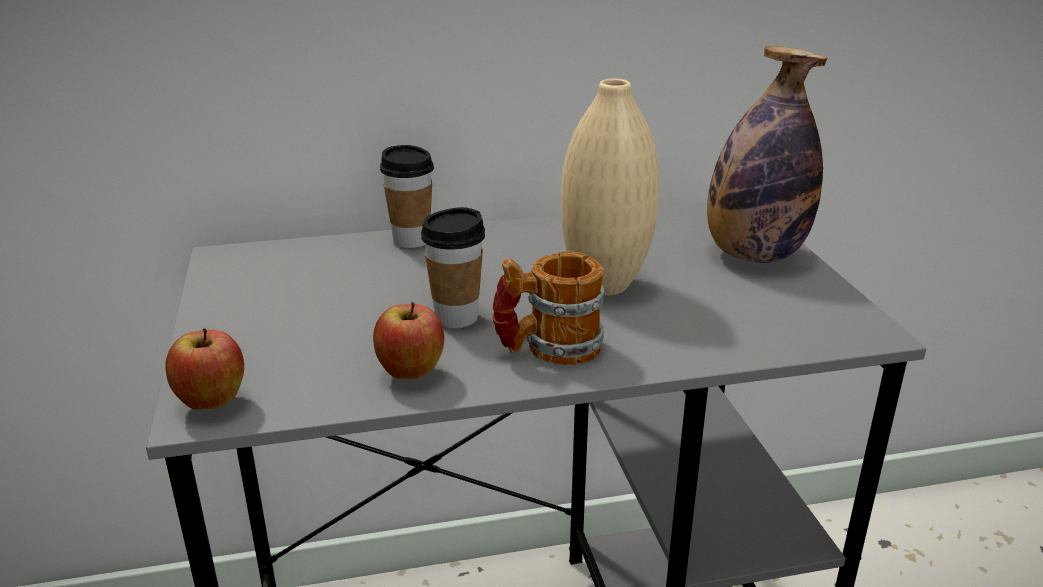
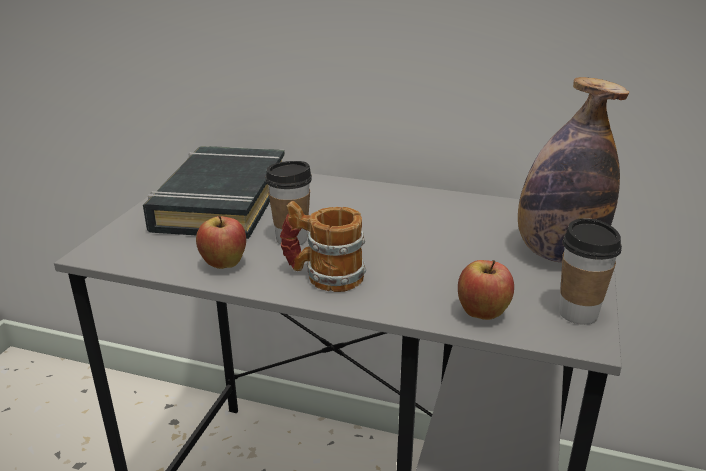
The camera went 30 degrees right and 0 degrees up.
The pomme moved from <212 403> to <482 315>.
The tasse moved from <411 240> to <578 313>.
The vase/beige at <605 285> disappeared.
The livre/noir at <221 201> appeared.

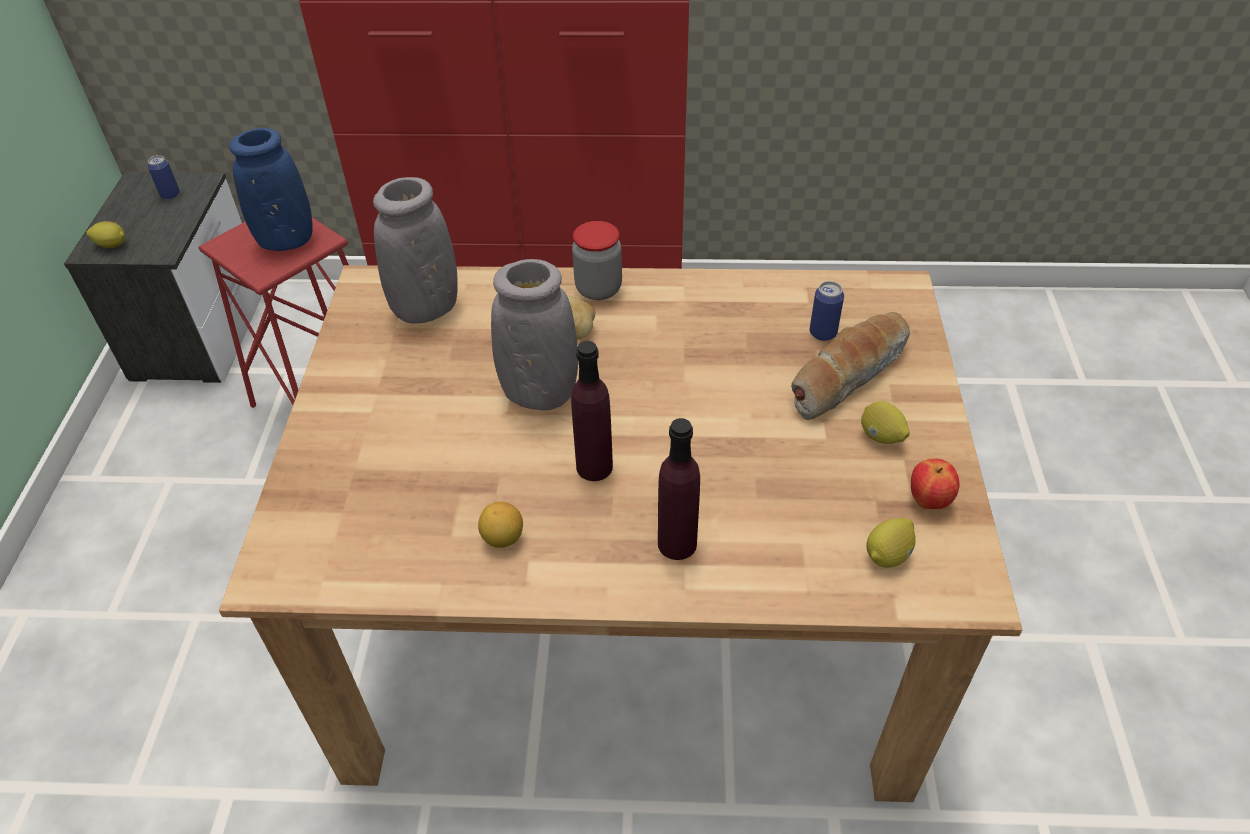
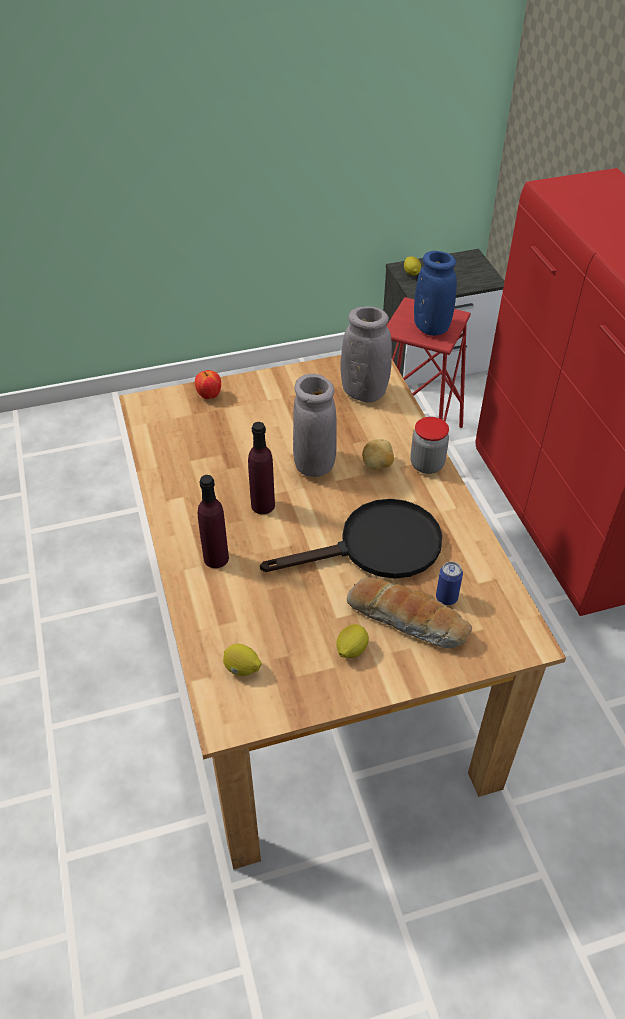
The camera went 70 degrees right and 0 degrees up.
The boîte métallique at <170 194> disappeared.
The citron at <503 538> disappeared.
The pomme moved from <928 501> to <209 396>.
The poêle/noir at <376 547> appeared.

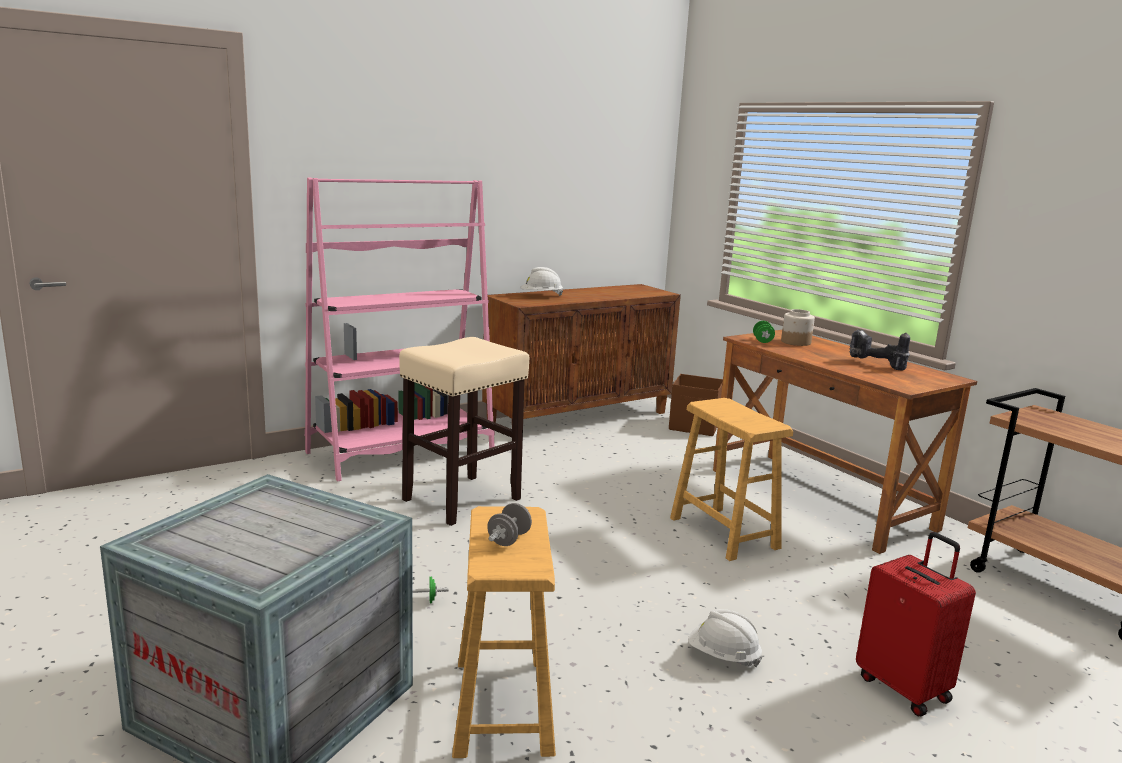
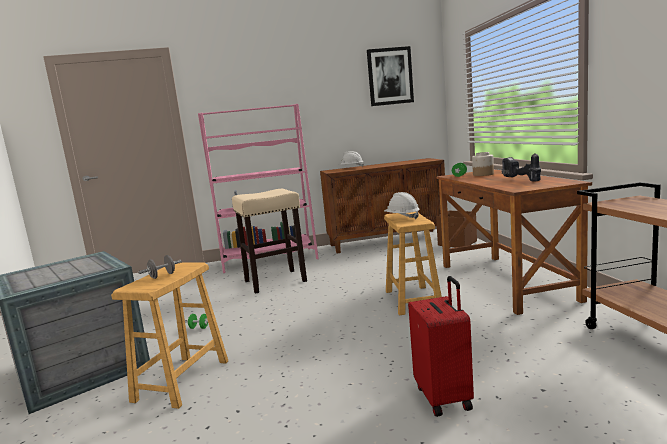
The camera went 25 degrees right and 5 degrees down.
The casque de chantier/blanc moved from <723 656> to <402 217>.
The tableau at <390 76> appeared.

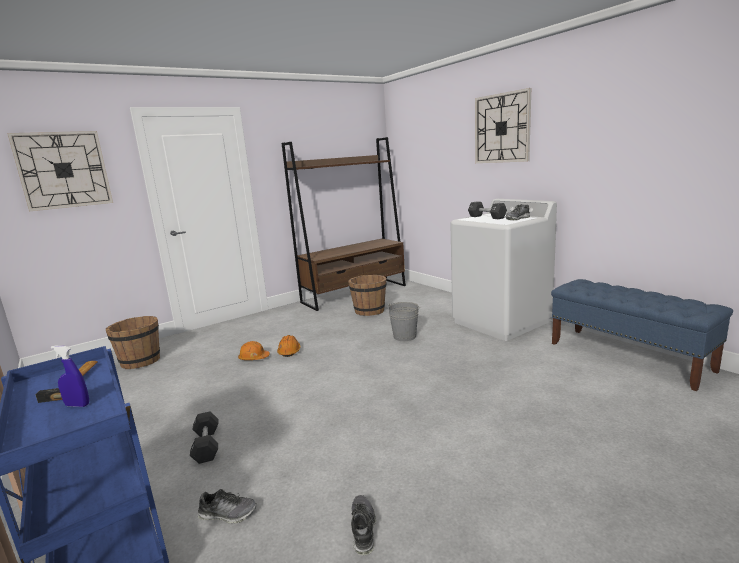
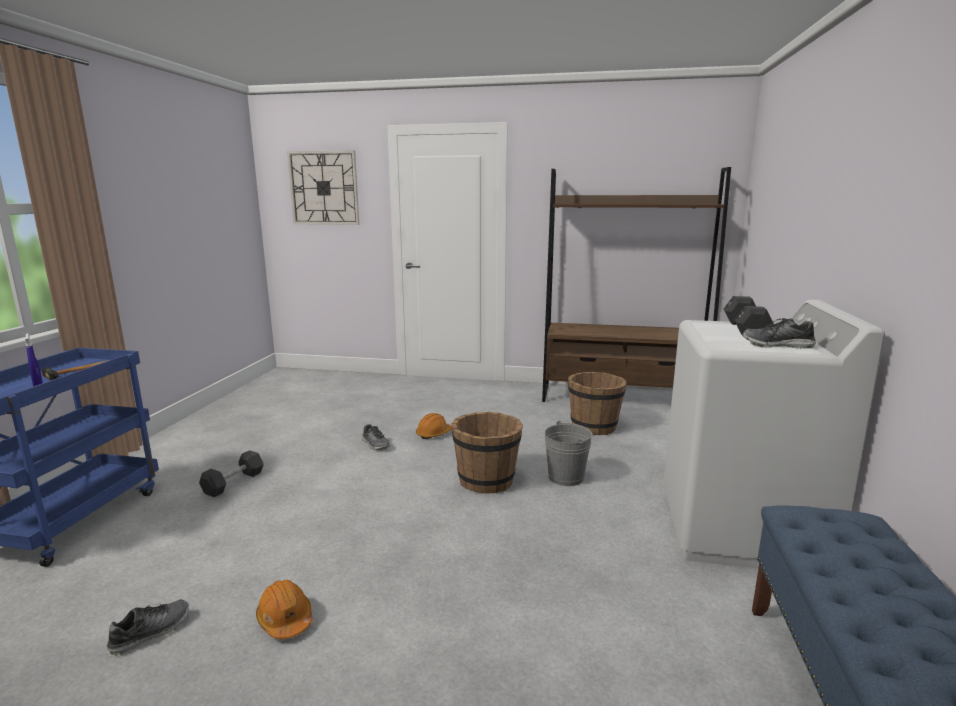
The camera went 45 degrees right and 0 degrees up.
The seau/marron moved from <140 361> to <486 480>.
The chaussure moved from <228 514> to <375 444>.
The casque de chantier/orange moved from <254 358> to <285 619>.
The horloge murale at <502 128> disappeared.

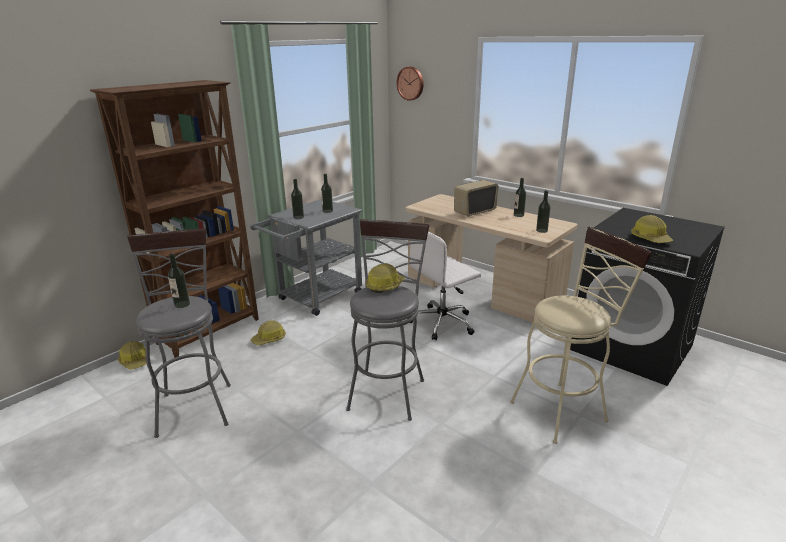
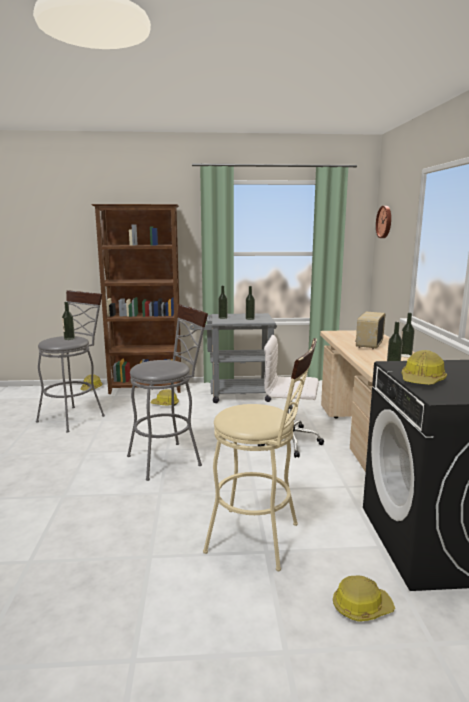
The camera went 45 degrees right and 10 degrees down.
The casque de chantier moved from <385 285> to <361 607>.
The radio at <474 212> turned 75 degrees counterclockwise.

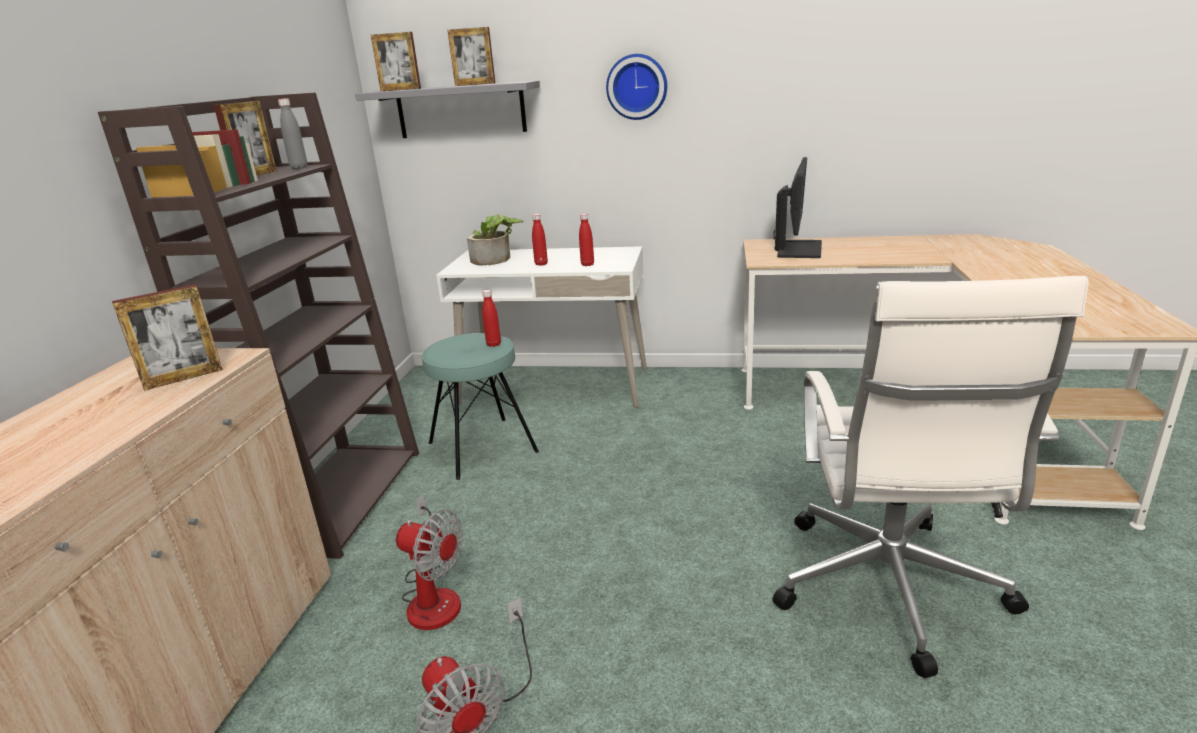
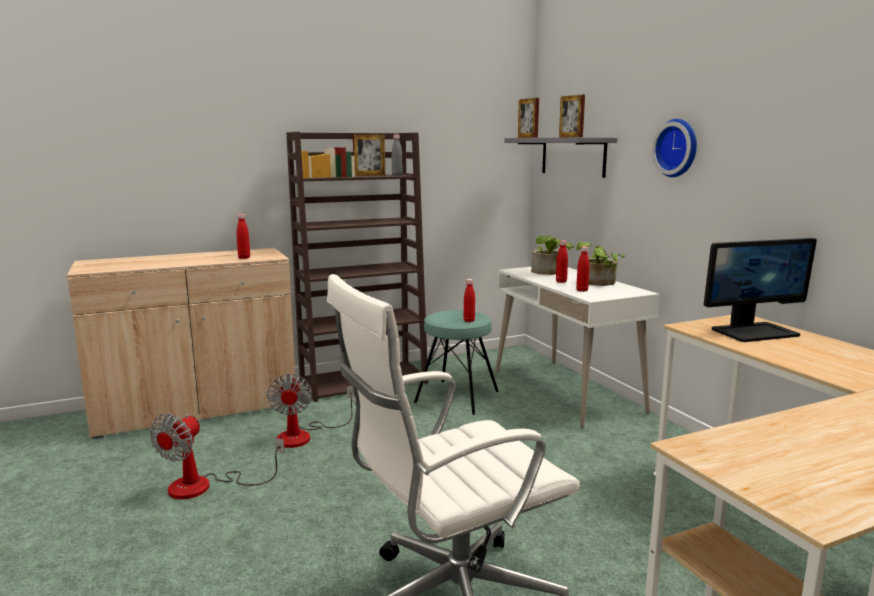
The camera went 55 degrees right and 10 degrees down.
The cadre photo at <183 378> was replaced by the bouteille/rouge at <244 258>.
The plante en pot at <597 283> appeared.

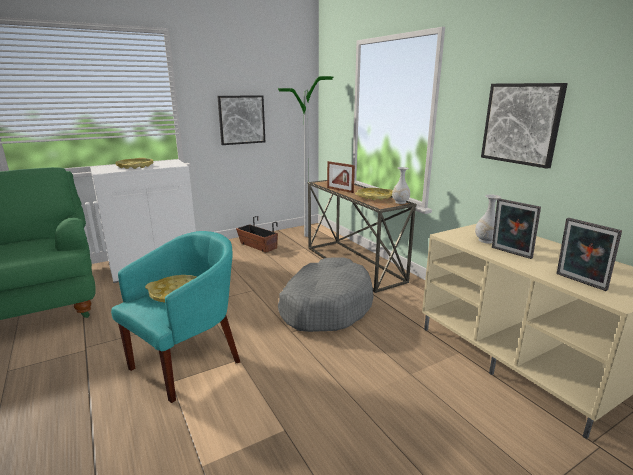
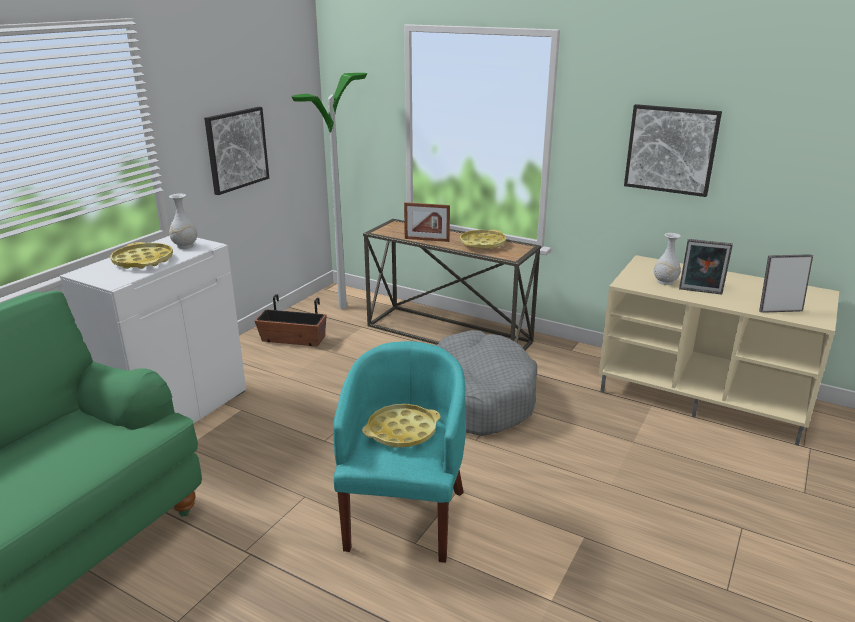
The camera went 30 degrees left and 5 degrees up.
The vase/blanc moved from <400 202> to <185 246>.
The cadre photo at <579 282> turned 150 degrees clockwise.

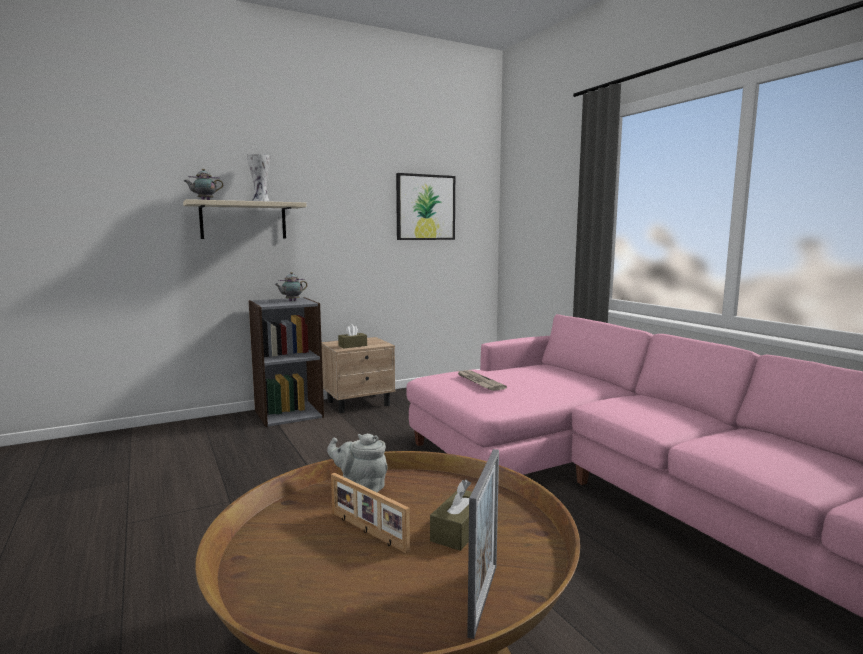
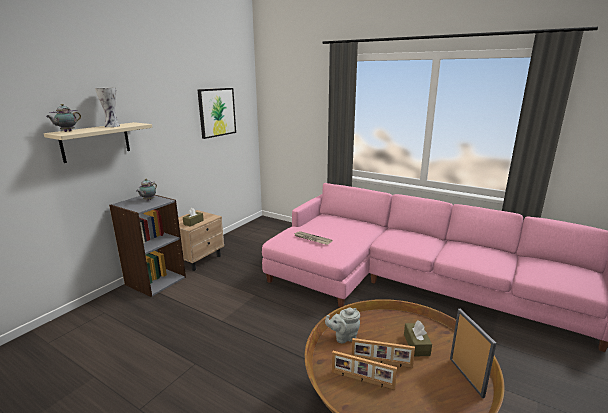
The camera went 30 degrees left and 10 degrees up.
The cadre photo at <362 380> appeared.

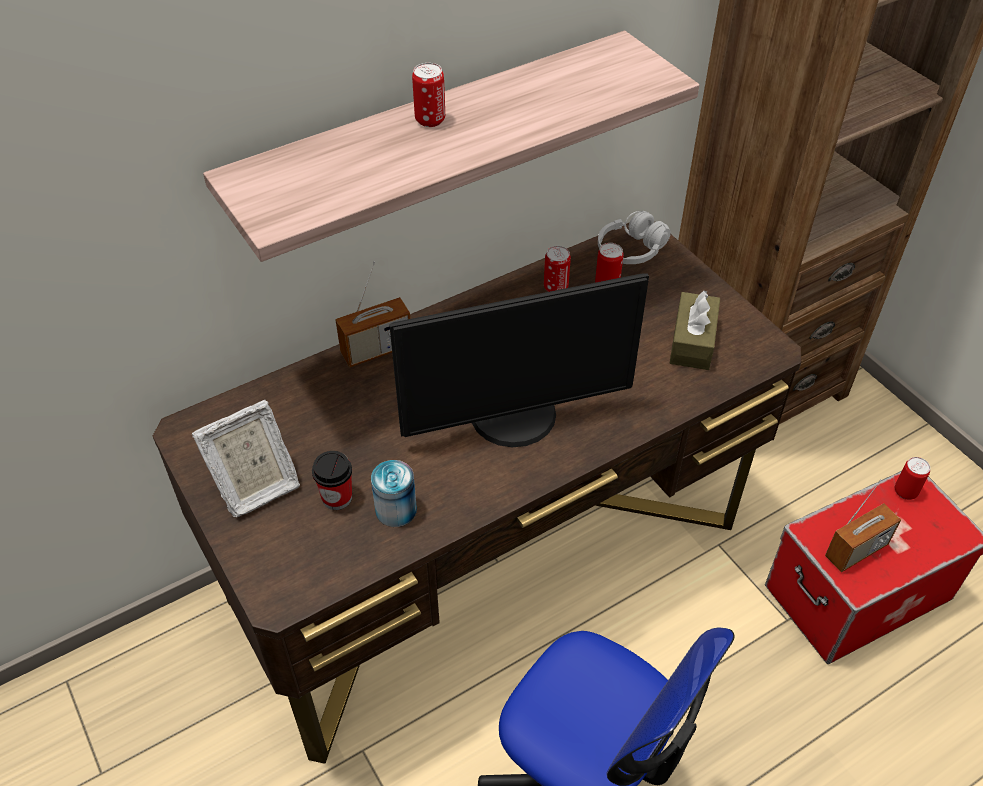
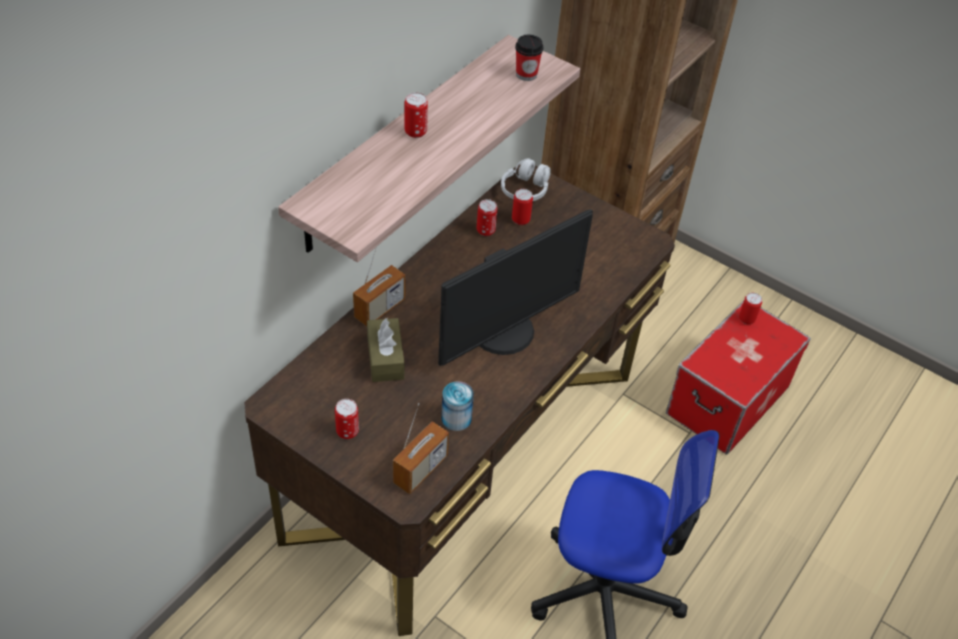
The camera went 25 degrees left and 0 degrees up.
The cadre photo at <255 488> was replaced by the boîte métallique at <347 431>.
The tasse moved from <337 498> to <526 74>.
The boîte à mouchoirs/marron moved from <692 341> to <385 358>.
The radio moved from <856 551> to <420 470>.

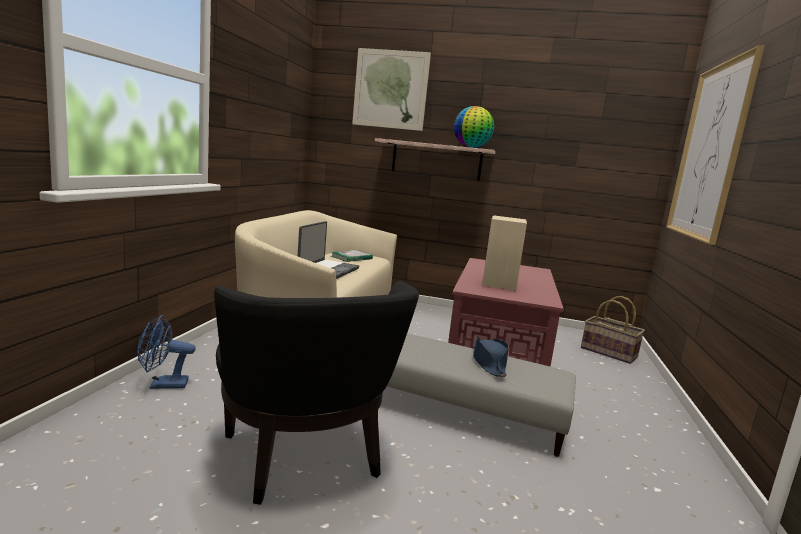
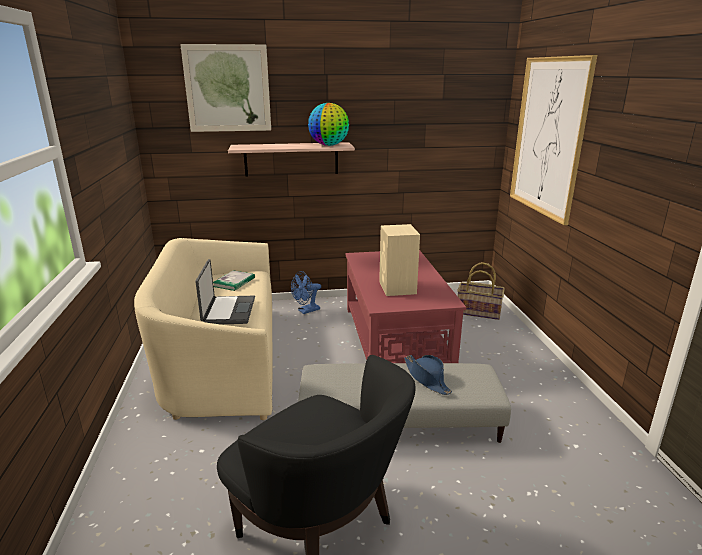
The camera went 20 degrees left and 10 degrees up.
The ventilateur/bleu moved from <162 385> to <306 311>.

